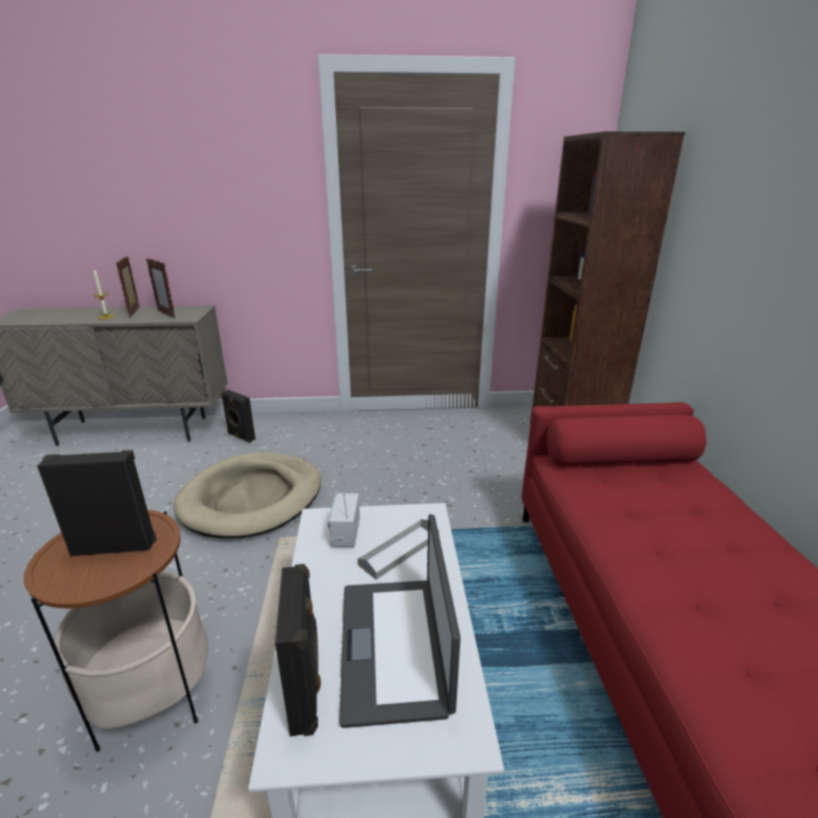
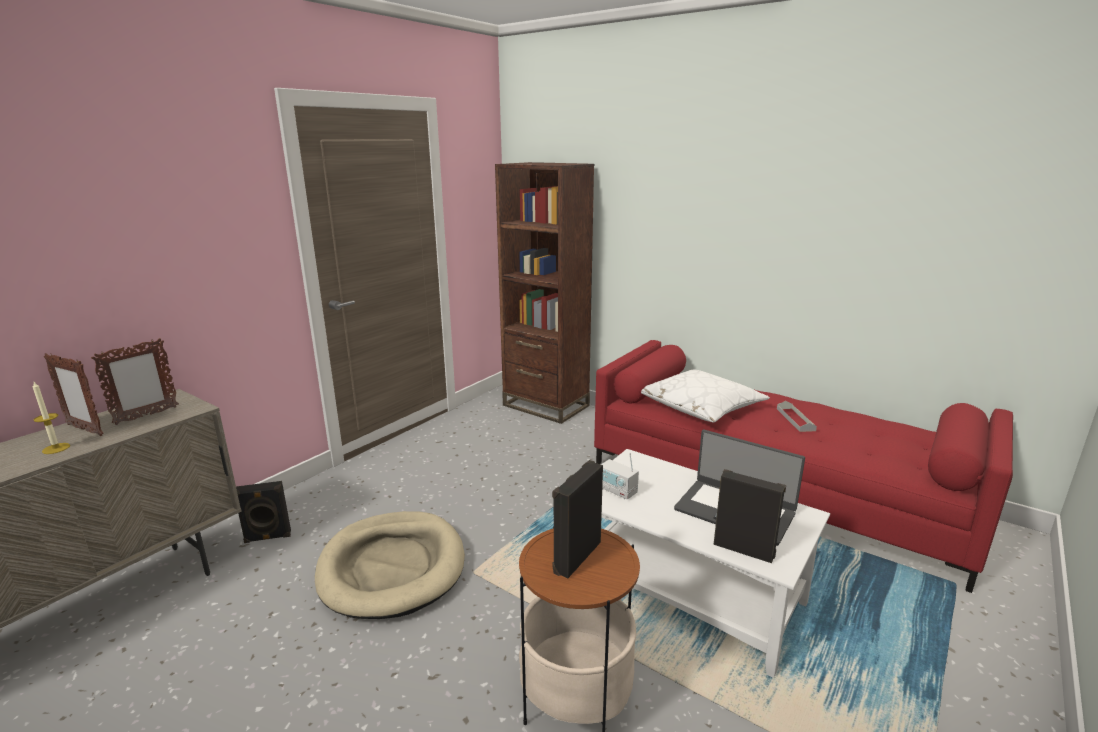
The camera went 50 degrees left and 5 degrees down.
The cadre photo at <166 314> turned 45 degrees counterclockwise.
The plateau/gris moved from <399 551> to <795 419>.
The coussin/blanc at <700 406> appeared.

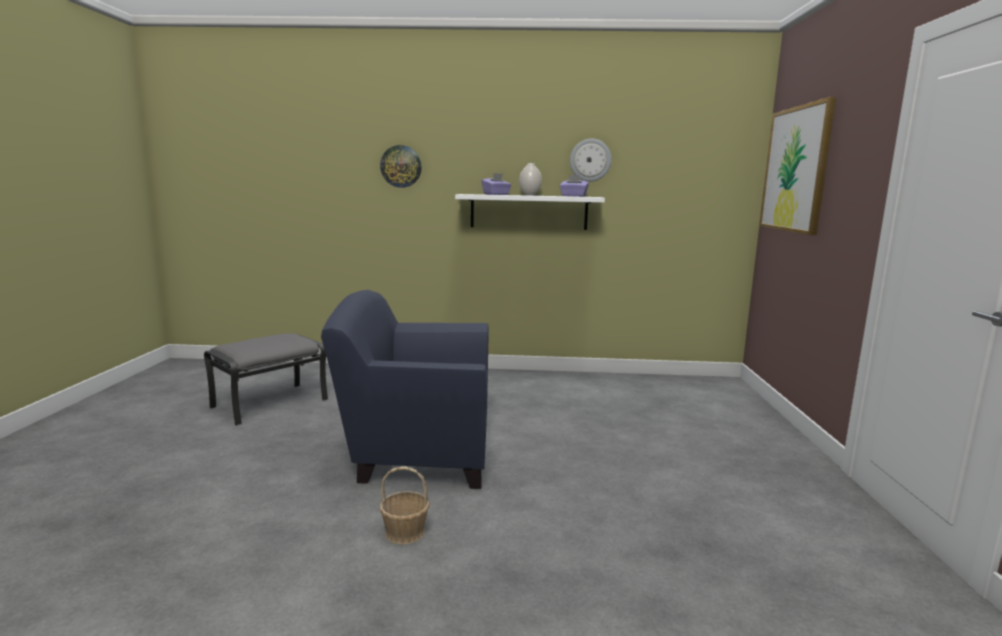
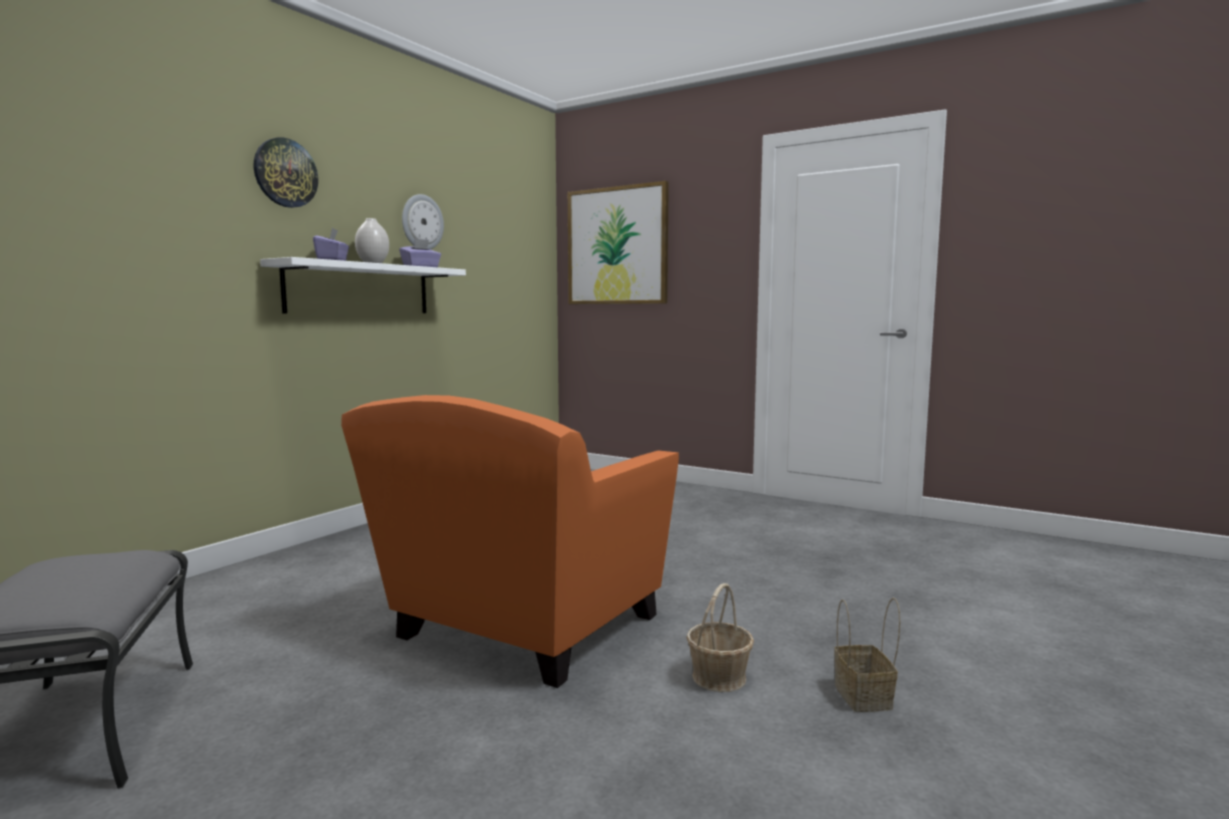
The camera went 60 degrees left and 5 degrees down.
The fauteuil/bleu at <417 452> became the fauteuil/orange at <518 630>.
The horloge murale moved from <401 166> to <285 173>.
The panier at <865 697> appeared.

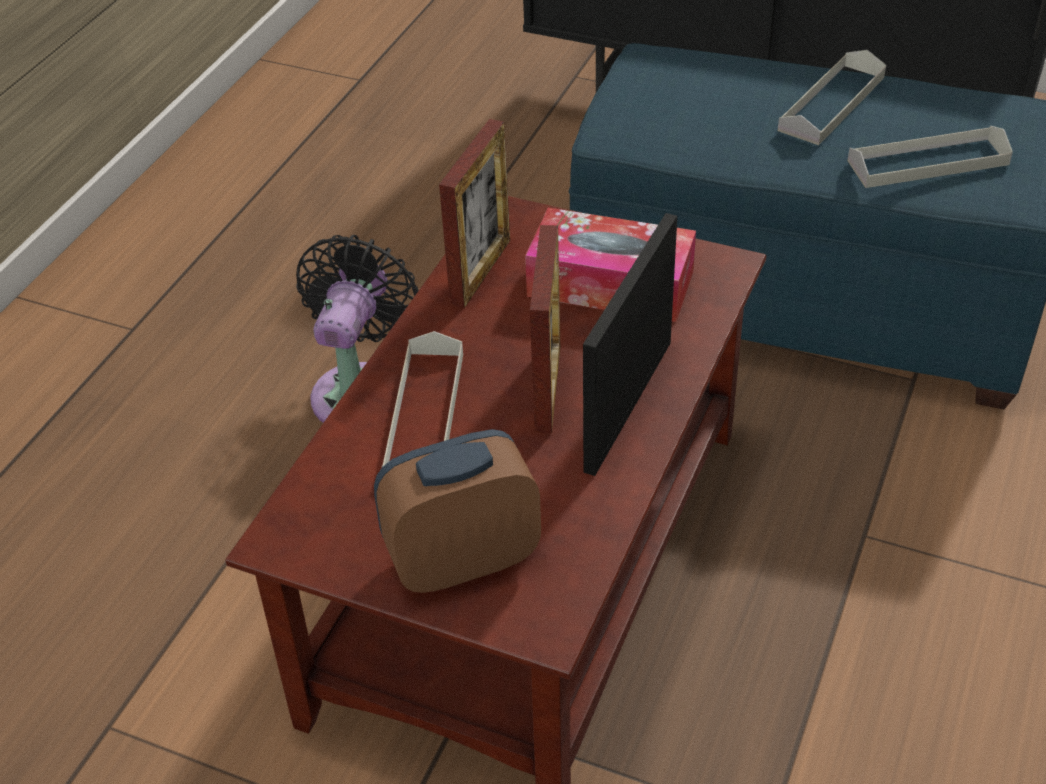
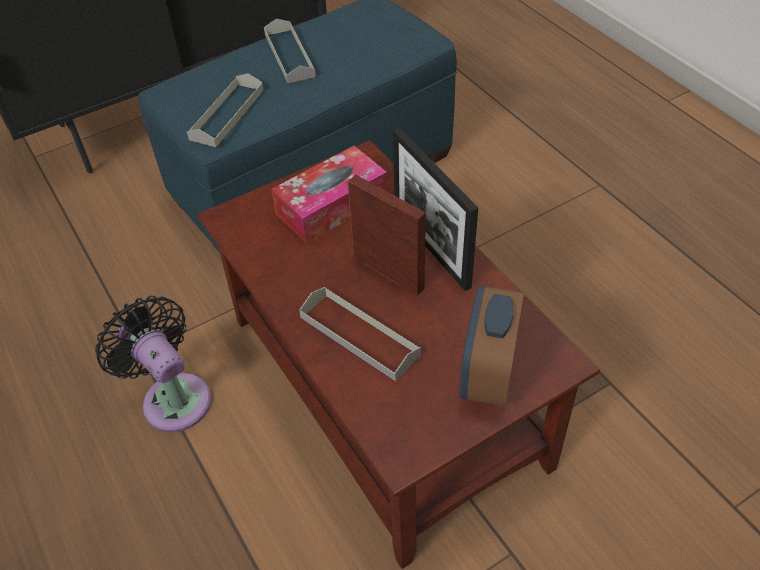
The camera went 55 degrees left and 5 degrees up.
The cadre photo at <480 271> disappeared.
The plateau/gris moved from <928 163> to <227 114>.

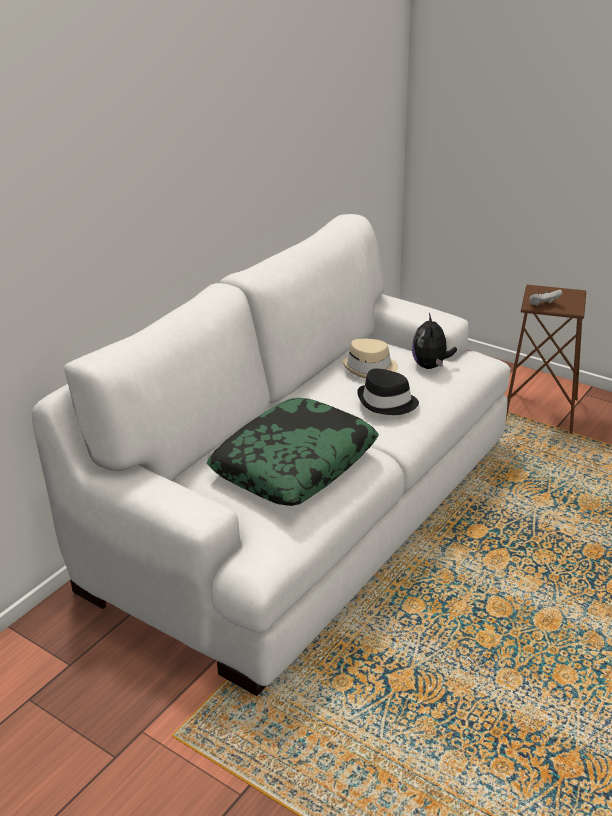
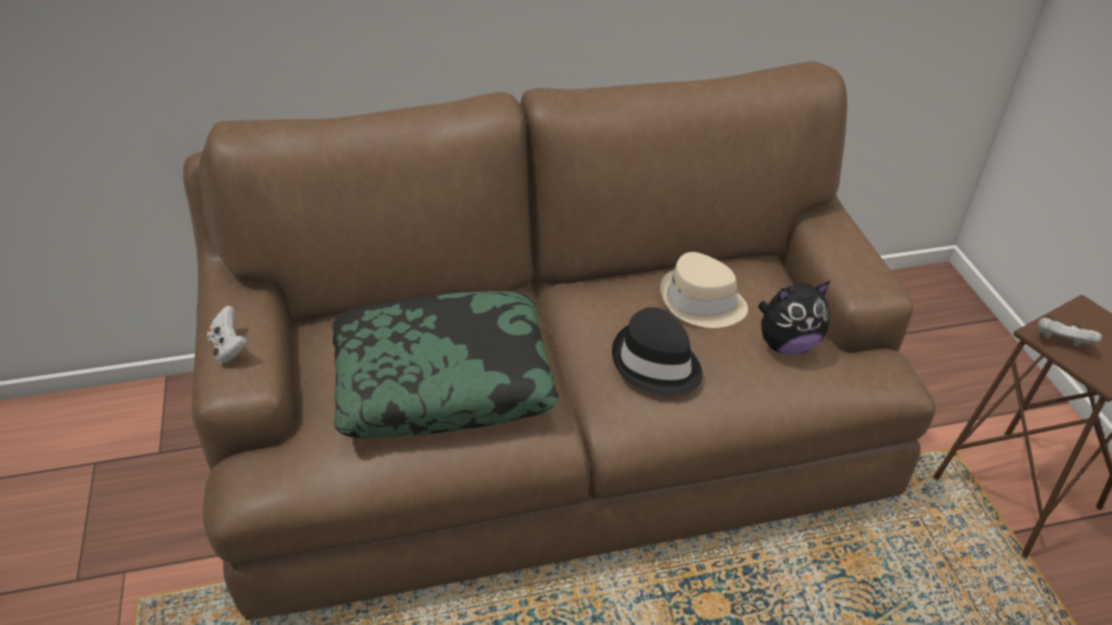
The camera went 40 degrees right and 10 degrees up.
The canapé/blanc at <306 510> became the canapé/marron at <553 435>.
The peluche at <431 366> turned 150 degrees counterclockwise.
The manette/blanc at <229 348> appeared.

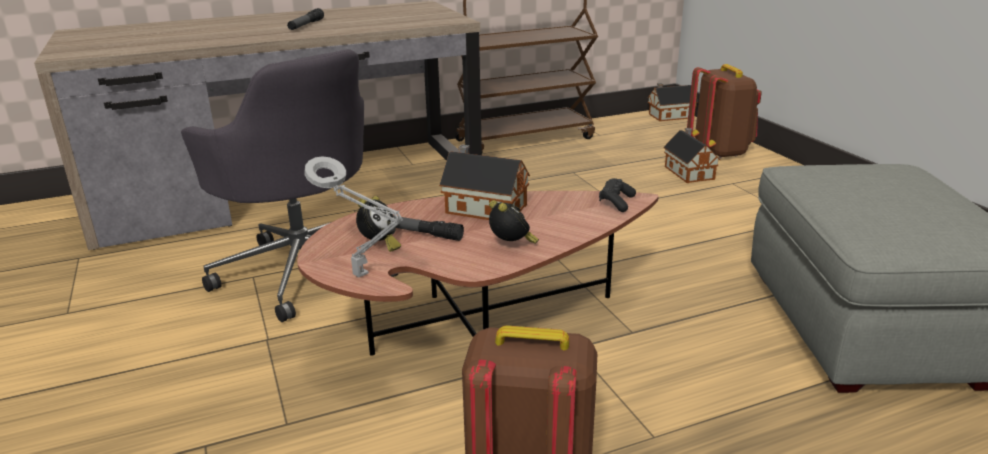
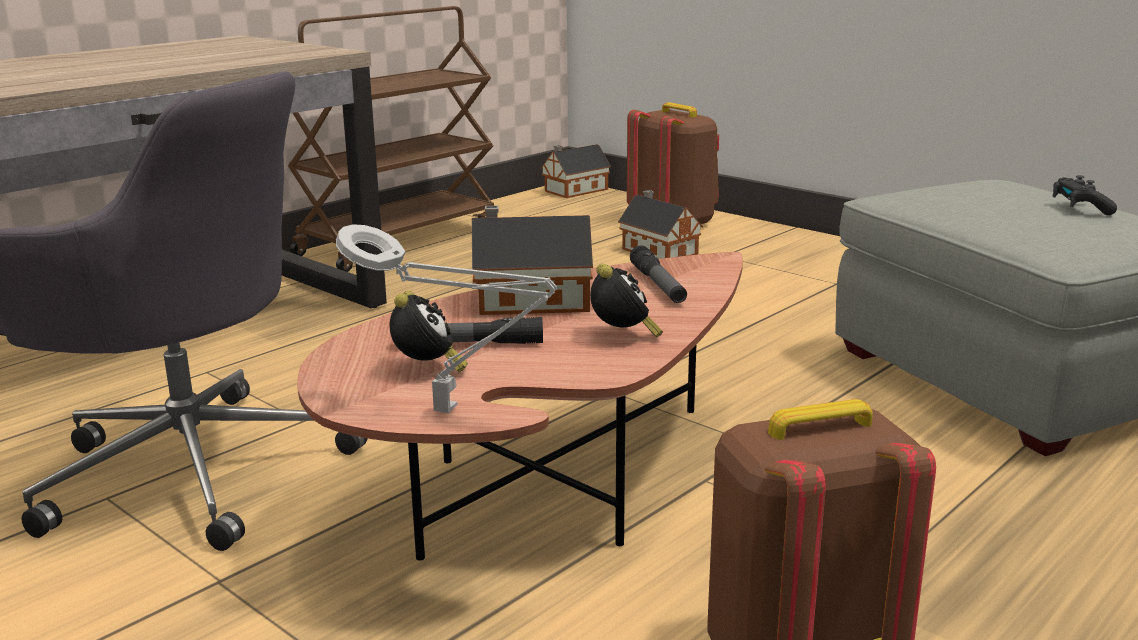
The camera went 25 degrees left and 5 degrees down.
The lampe de poche moved from <306 25> to <658 285>.
The réveil at <511 245> turned 45 degrees clockwise.
The manette/noir moved from <616 202> to <1080 208>.

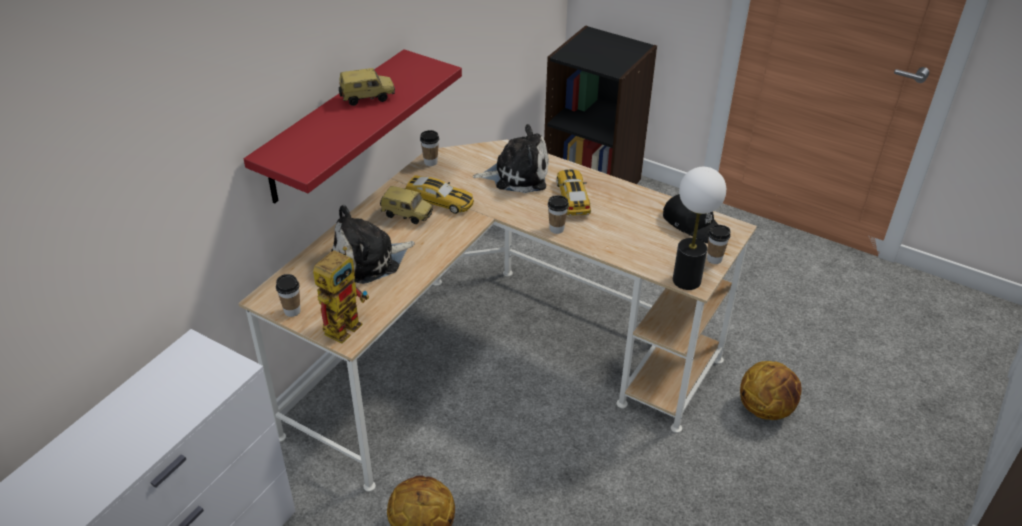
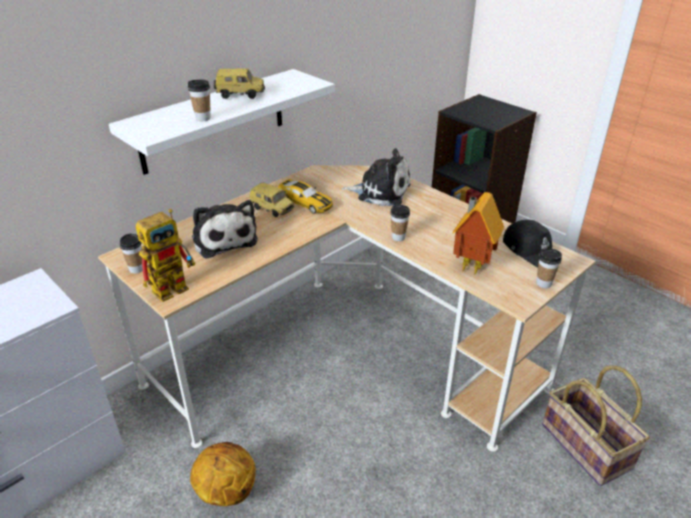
The camera went 15 degrees right and 5 degrees down.
The étagère/rouge at <333 127> became the étagère/blanc at <213 121>.
The peluche at <370 260> turned 105 degrees counterclockwise.
The tasse moved from <430 162> to <203 118>.
The petite voiture at <573 198> disappeared.
The lampe de table at <686 281> disappeared.
The ballon de basket at <766 409> was replaced by the panier at <587 446>.
The maison miniature at <470 265> appeared.

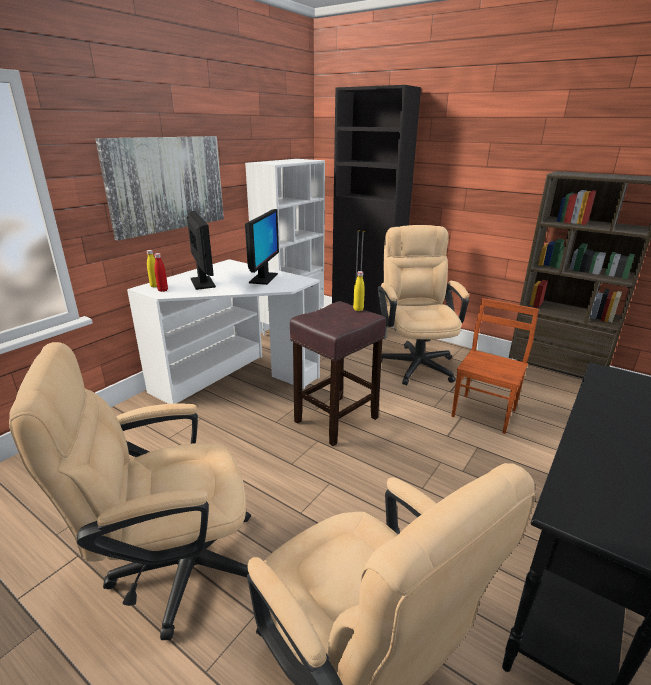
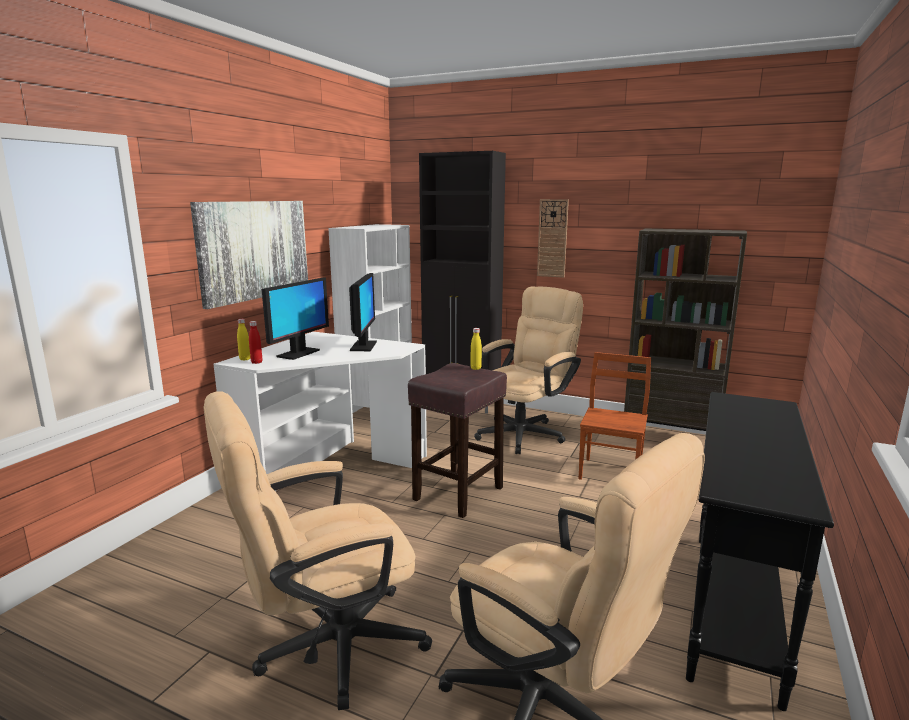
The camera went 10 degrees left and 10 degrees down.
The écran d'ordinateur at <203 283> turned 60 degrees clockwise.
The chaise de bureau/beige at <415 362> turned 60 degrees clockwise.
The horloge murale at <552 238> appeared.

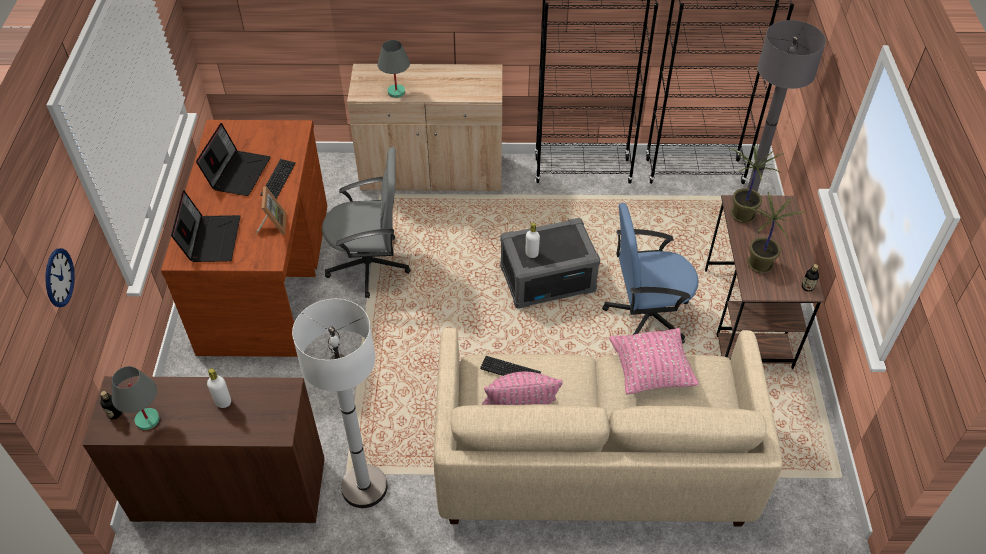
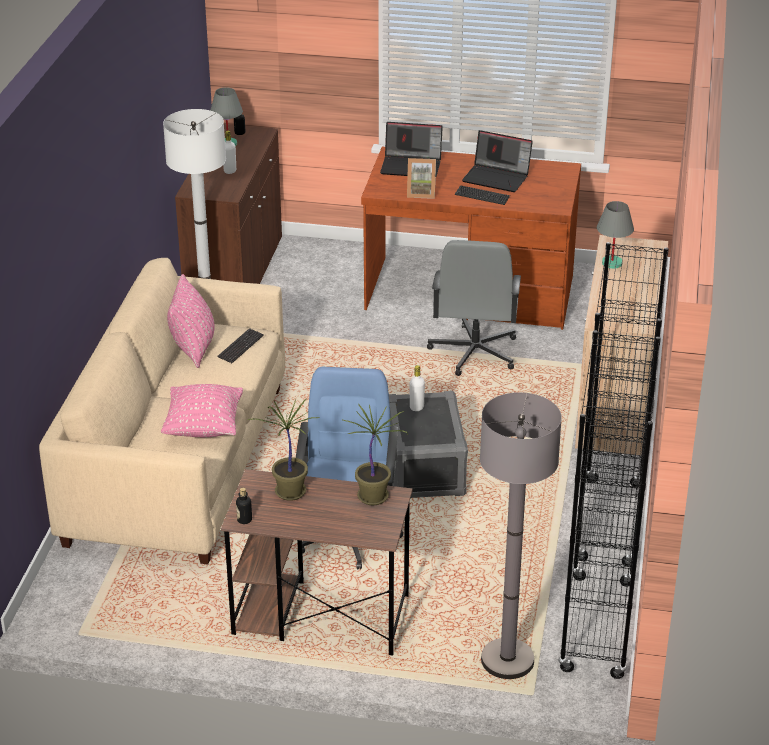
The camera went 100 degrees right and 15 degrees down.
The horloge murale at <59 277> disappeared.

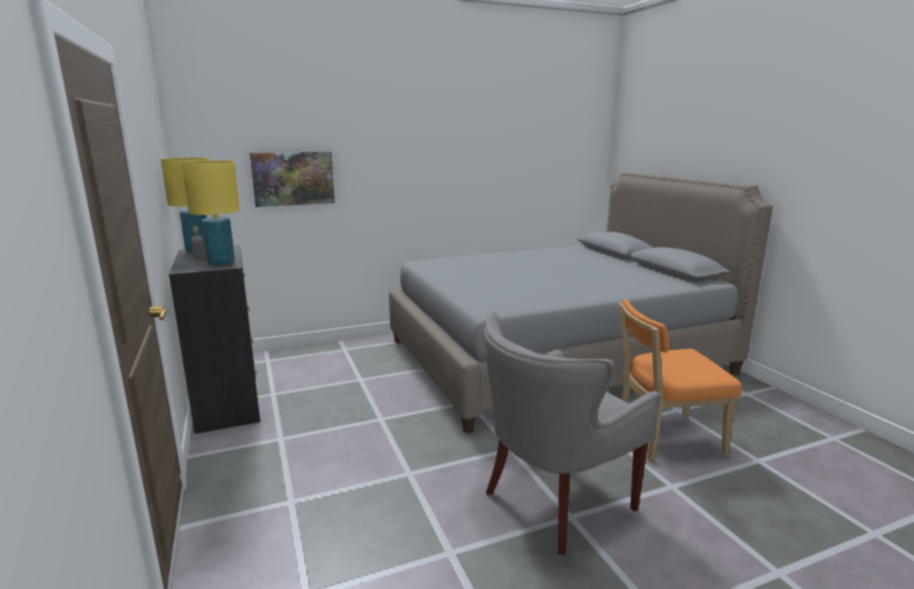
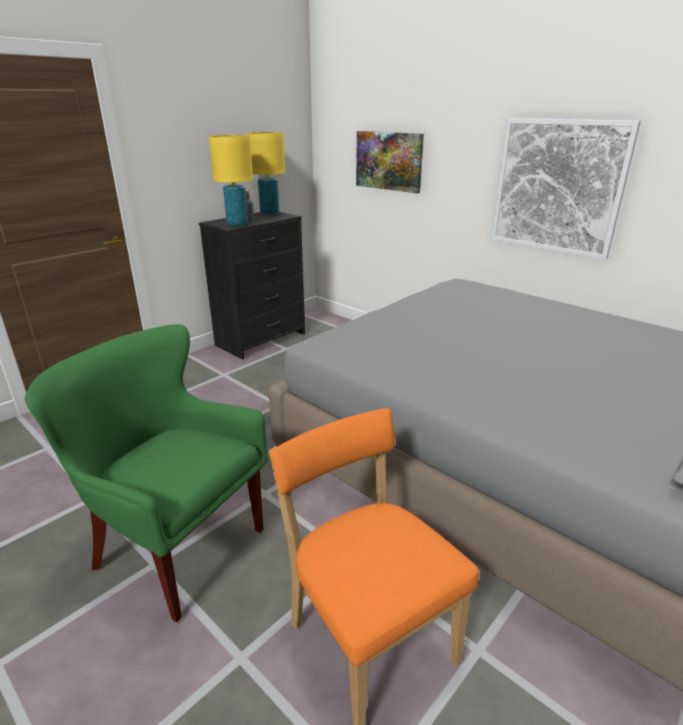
The camera went 65 degrees right and 10 degrees up.
The fauteuil/gris at <554 502> became the fauteuil/vert at <177 546>.
The tableau at <557 187> appeared.

